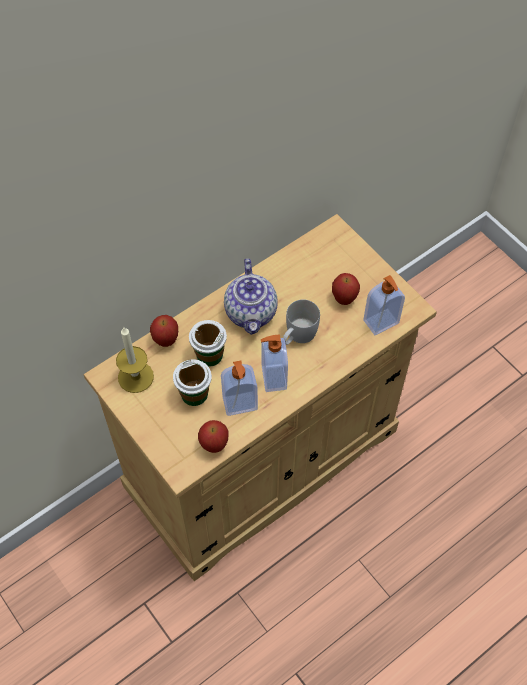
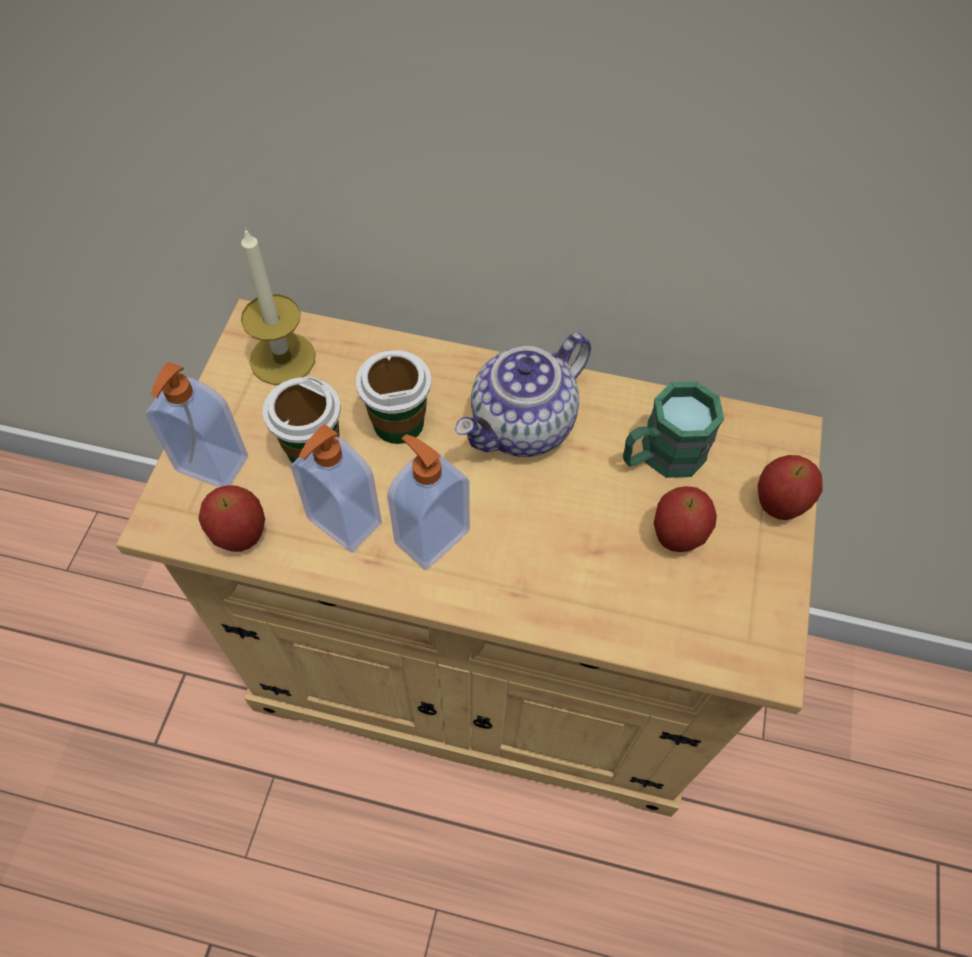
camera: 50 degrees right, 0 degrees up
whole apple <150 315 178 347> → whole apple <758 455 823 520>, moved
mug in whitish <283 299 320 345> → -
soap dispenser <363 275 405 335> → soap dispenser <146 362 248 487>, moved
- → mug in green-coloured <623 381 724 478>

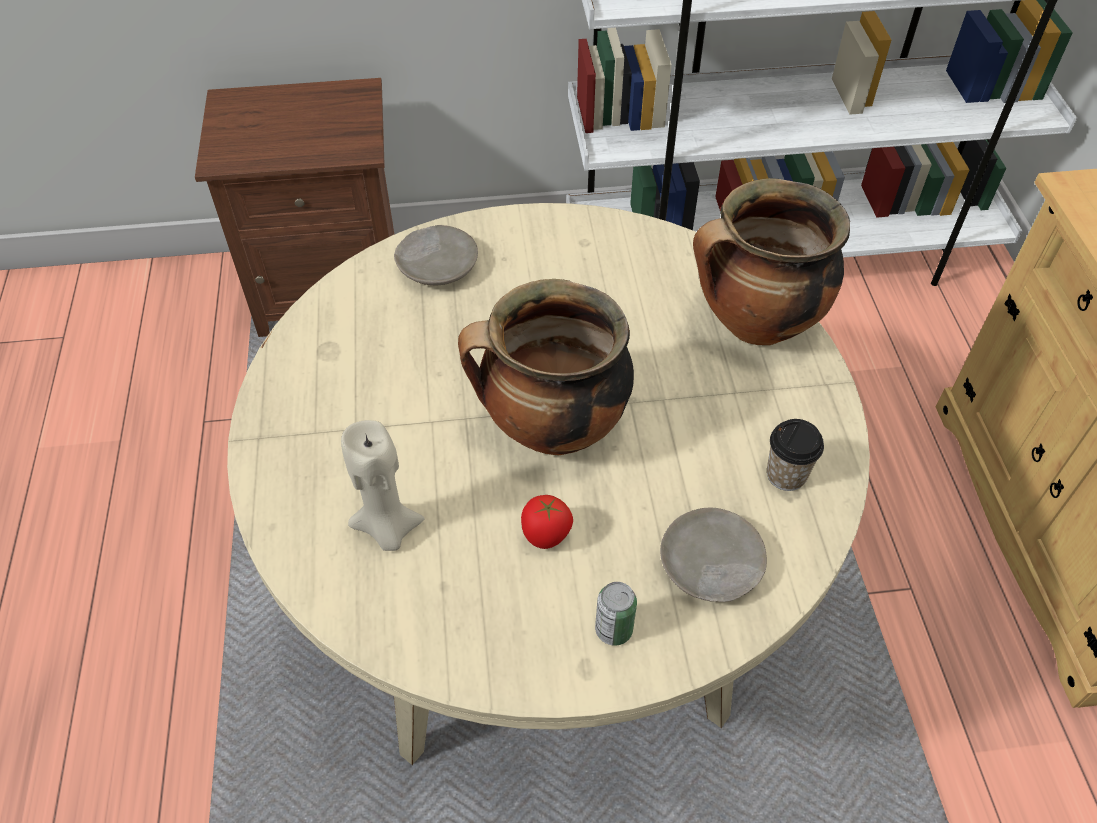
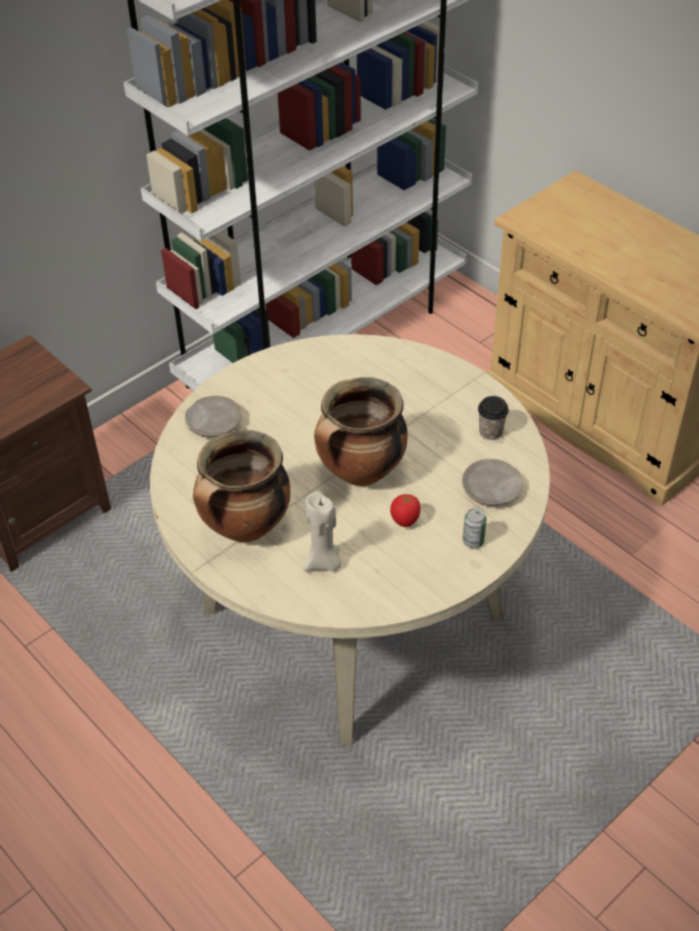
camera: 35 degrees left, 5 degrees down
stockpot <693 178 850 345> → stockpot <193 430 290 542>, moved

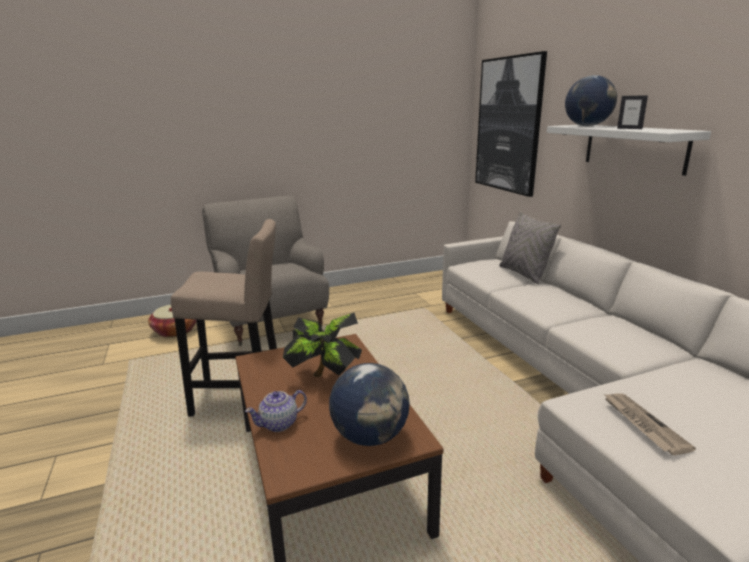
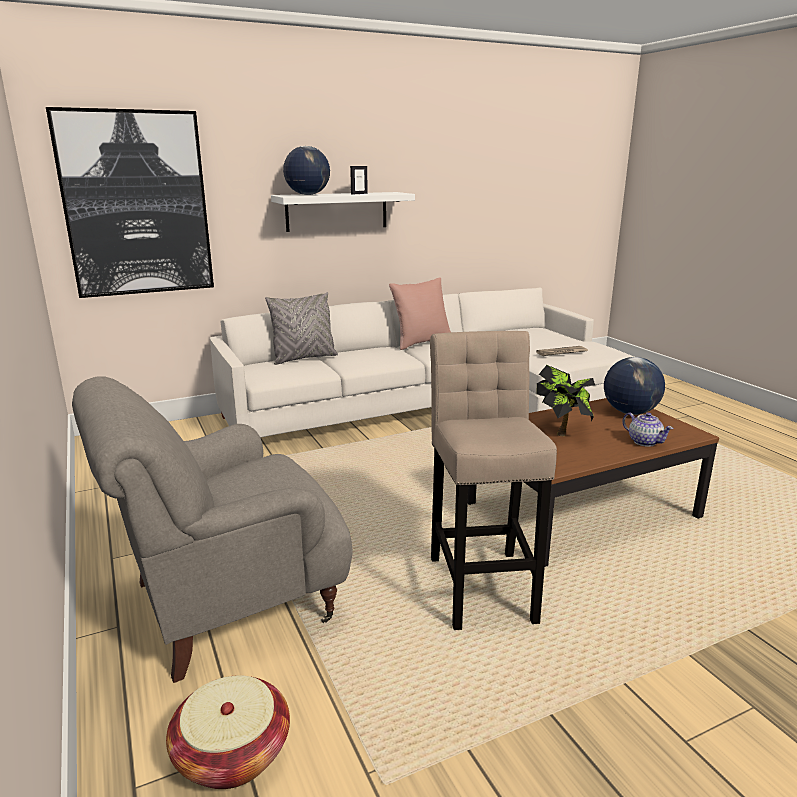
camera: 95 degrees left, 0 degrees up
- → cushion in pinkish <389 278 451 350>

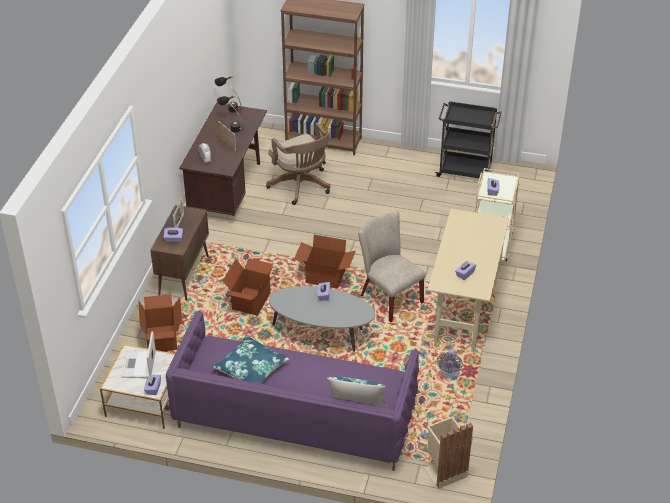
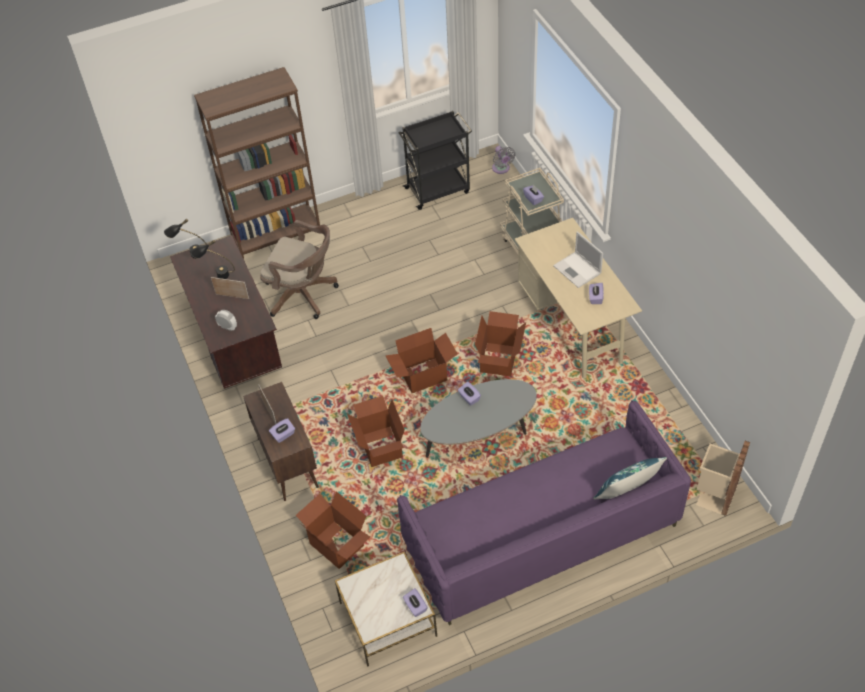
camera: 35 degrees left, 10 degrees up
portable computer <121 331 156 378> → portable computer <553 231 603 288>, moved
cushion in blue <212 335 290 384> → -
chair in beige-coloured <358 211 426 323> → packing box <475 311 526 376>
cooling fan in gray <437 349 463 379> → cooling fan in gray <492 146 515 174>, moved

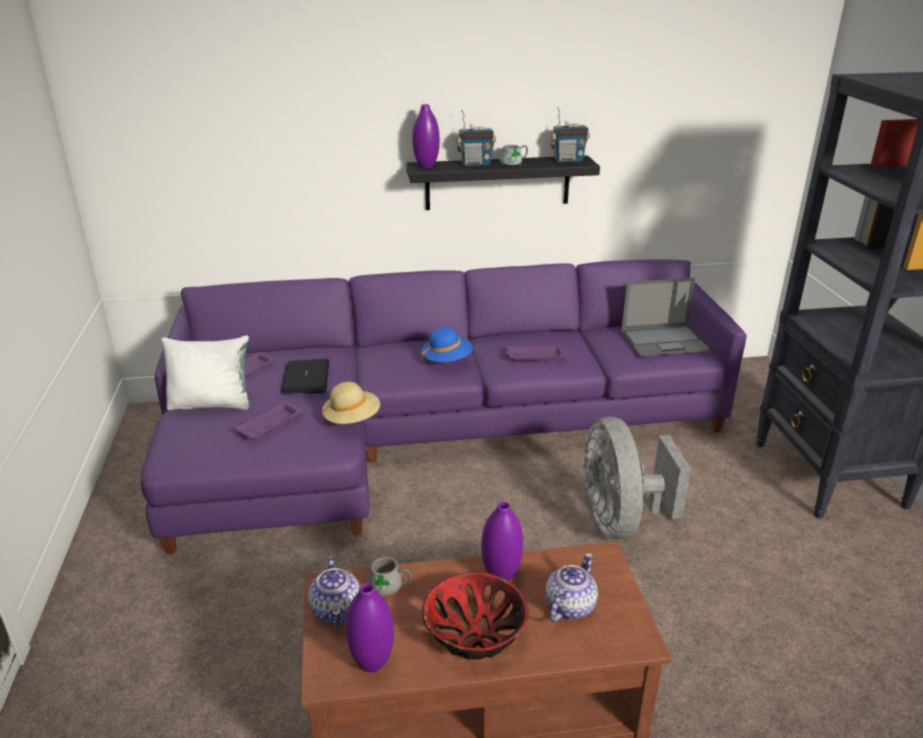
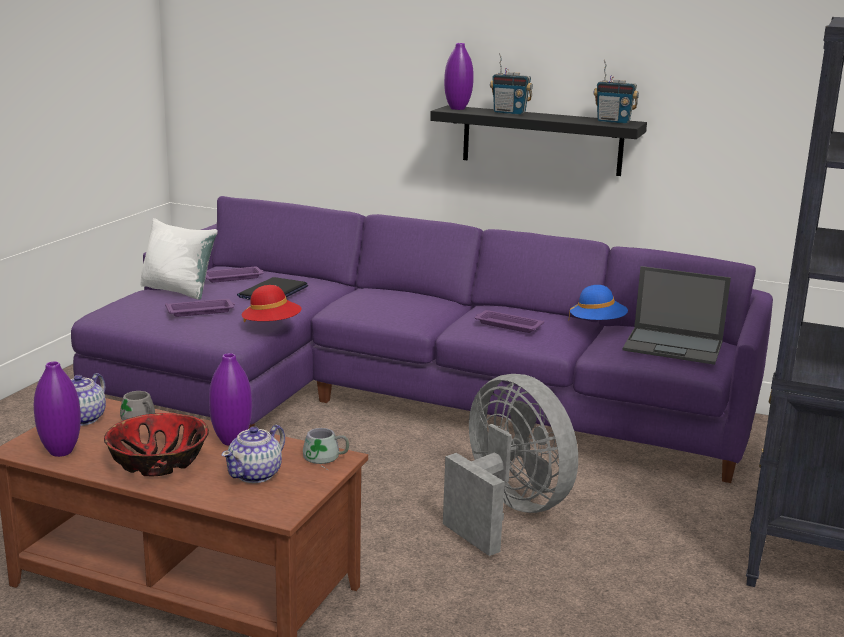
camera: 30 degrees right, 10 degrees down
wearable hat in beige-coloured <322 382 380 424> → wearable hat in red-coloured <242 285 302 323>
wearable hat in blue <421 326 473 362> → wearable hat in blue <568 285 628 321>, moved
mug in gray <500 145 528 166> → mug in gray <303 428 349 469>, moved
pot for tea <545 553 598 622> → pot for tea <222 425 285 483>, 150 degrees clockwise
cooling fan in gray <583 417 691 539> → cooling fan in gray <443 374 578 556>, 120 degrees clockwise

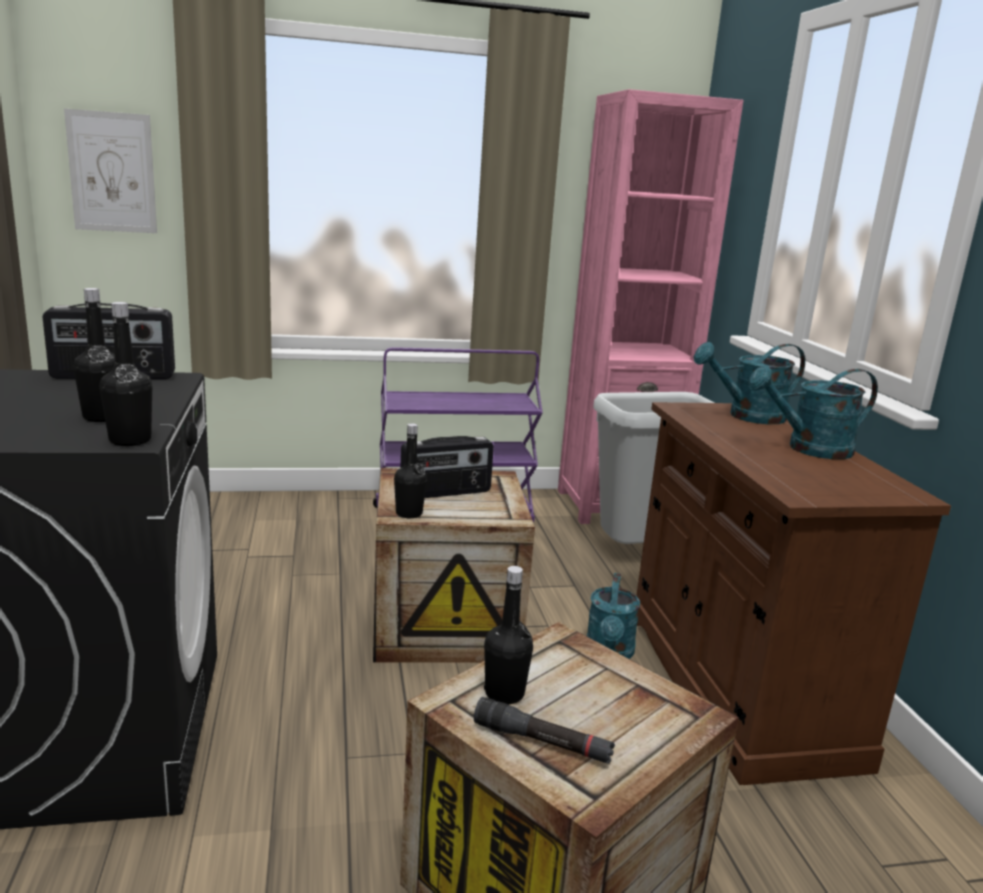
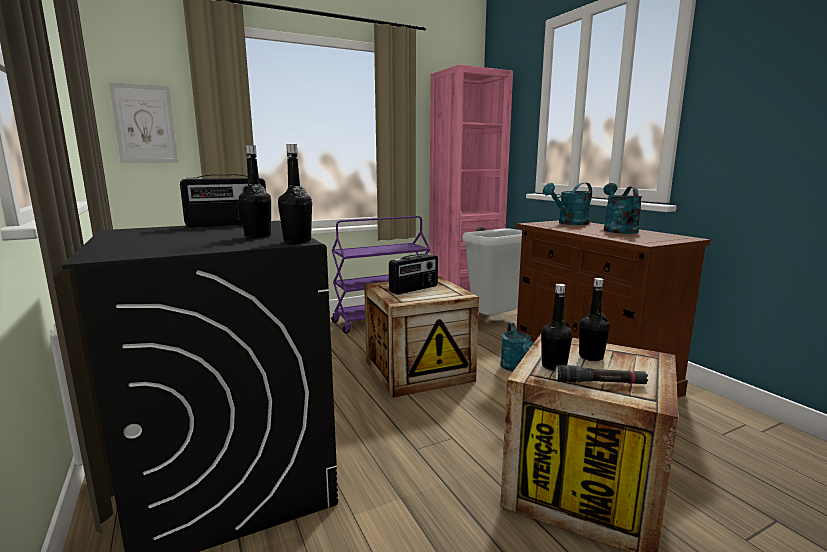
camera: 15 degrees left, 5 degrees down
bottle in blackish <394 423 427 518> → bottle in blackish <579 278 610 361>, moved
sprinkling can in turquoise <748 365 878 459> → sprinkling can in turquoise <603 183 643 234>, 120 degrees clockwise

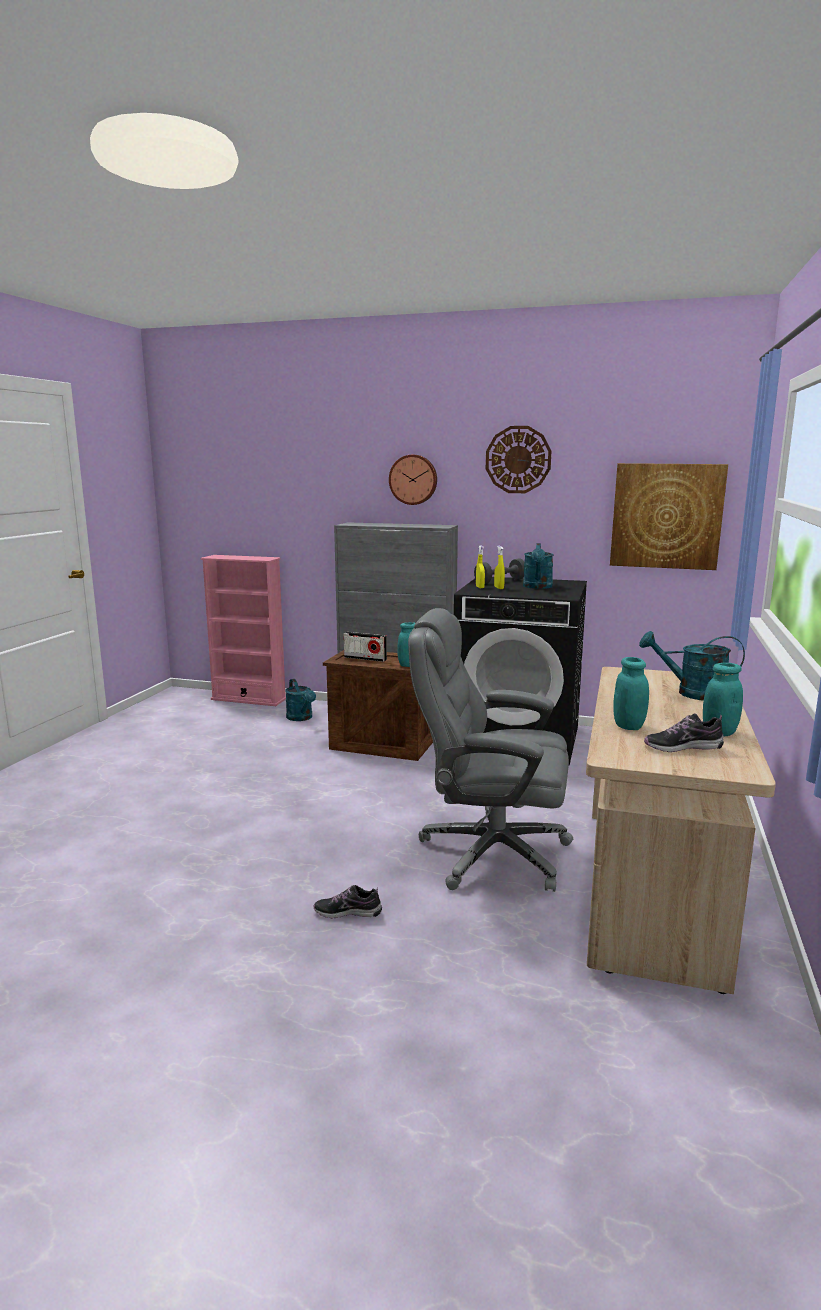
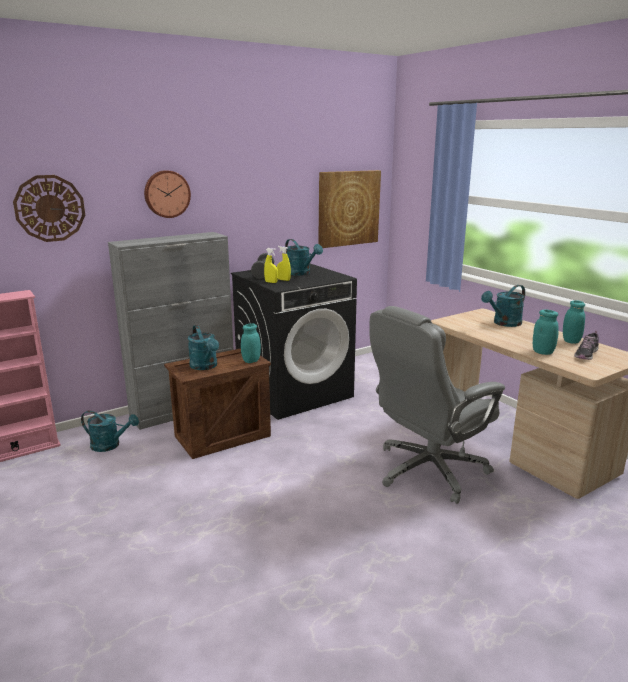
camera: 50 degrees left, 5 degrees up
item of footwear <314 885 382 918> → -
radio set <344 632 387 662> → sprinkling can in turquoise <188 325 219 370>
wall clock <486 426 551 493> → wall clock <13 175 85 242>, moved

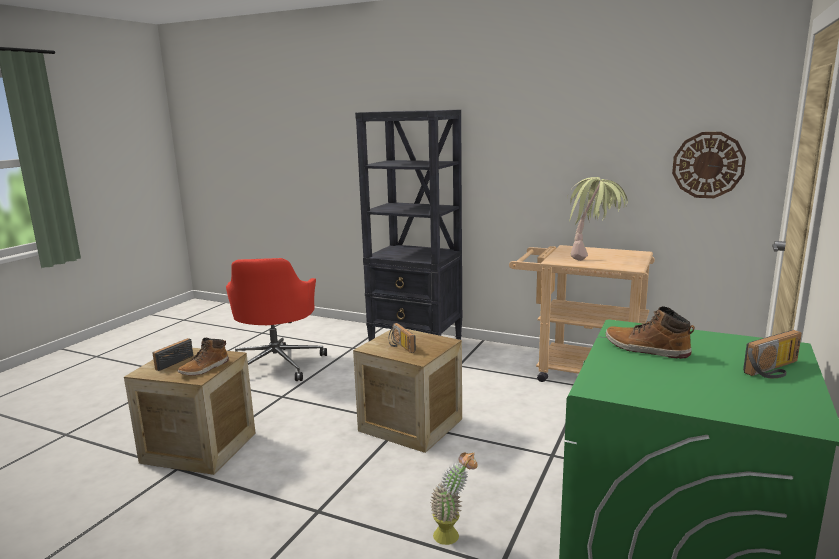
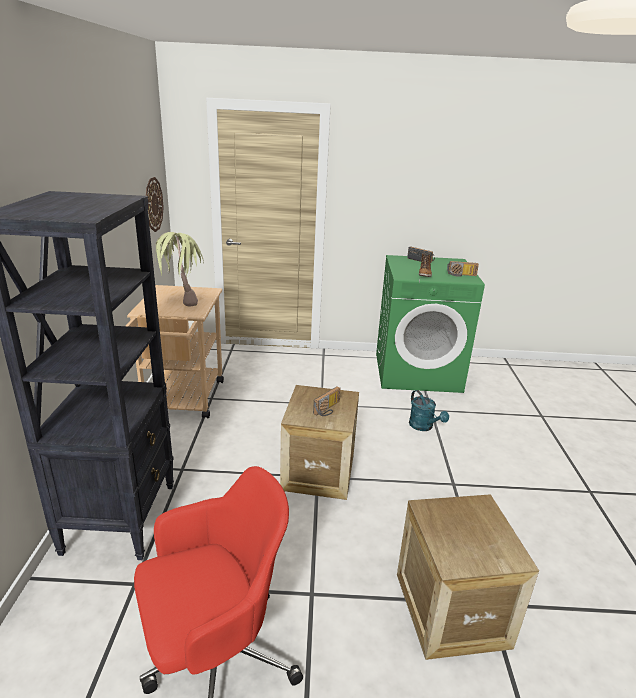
camera: 115 degrees left, 10 degrees up
radio set <153 338 193 371> → radio set <447 261 479 277>, moved
boot <178 338 229 376> → -
plant in a pot <430 452 477 545> → sprinkling can in turquoise <409 390 449 431>

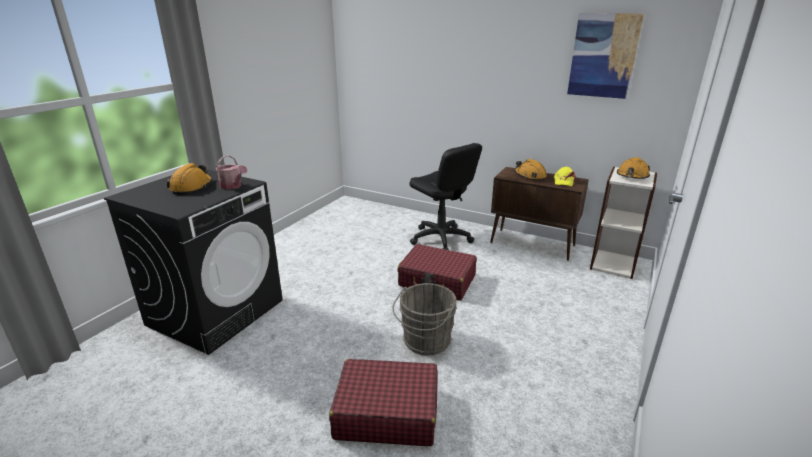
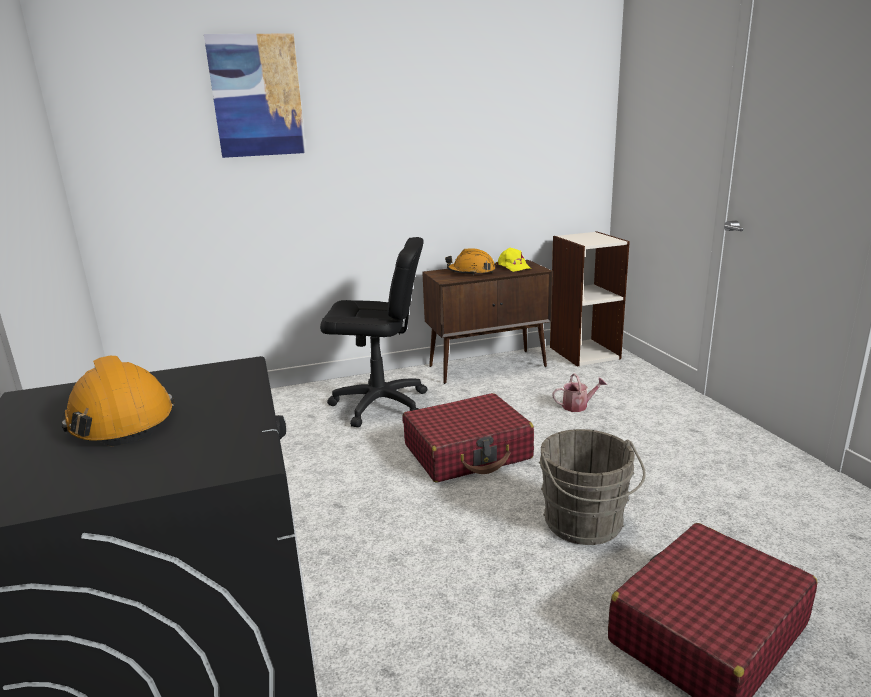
camera: 45 degrees left, 5 degrees down
sprinkling can <215 155 248 189> → sprinkling can <552 373 607 412>, moved
wall art <567 13 644 99> → wall art <204 33 306 158>, moved
hard hat in orangey <617 157 650 179> → -

